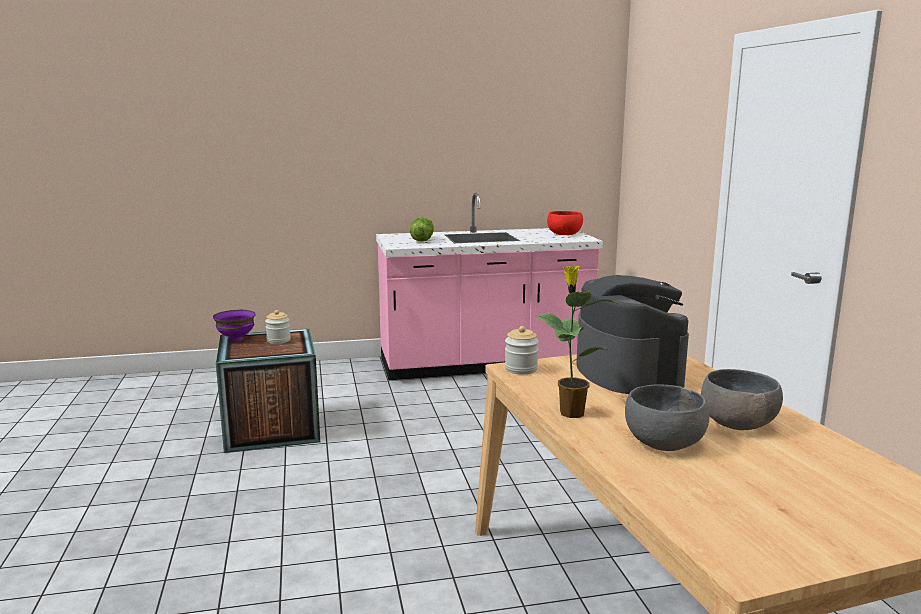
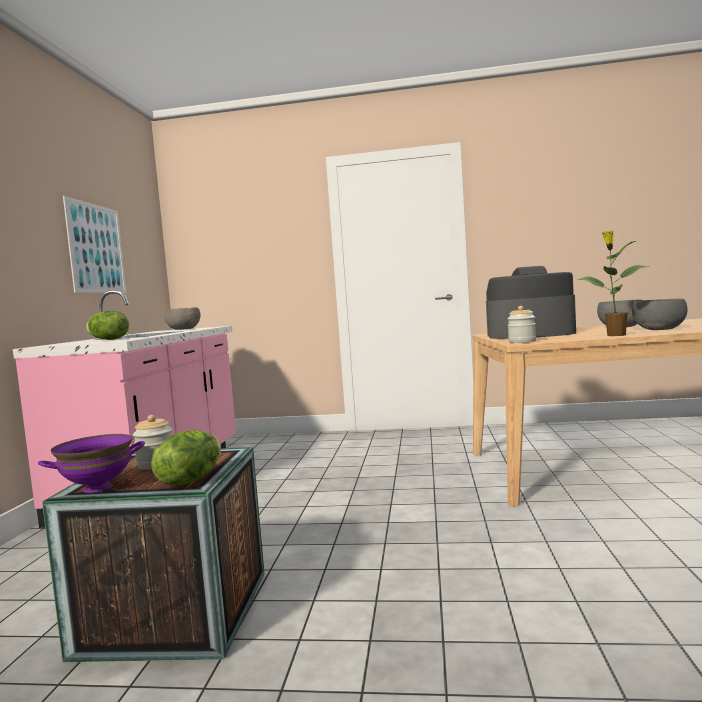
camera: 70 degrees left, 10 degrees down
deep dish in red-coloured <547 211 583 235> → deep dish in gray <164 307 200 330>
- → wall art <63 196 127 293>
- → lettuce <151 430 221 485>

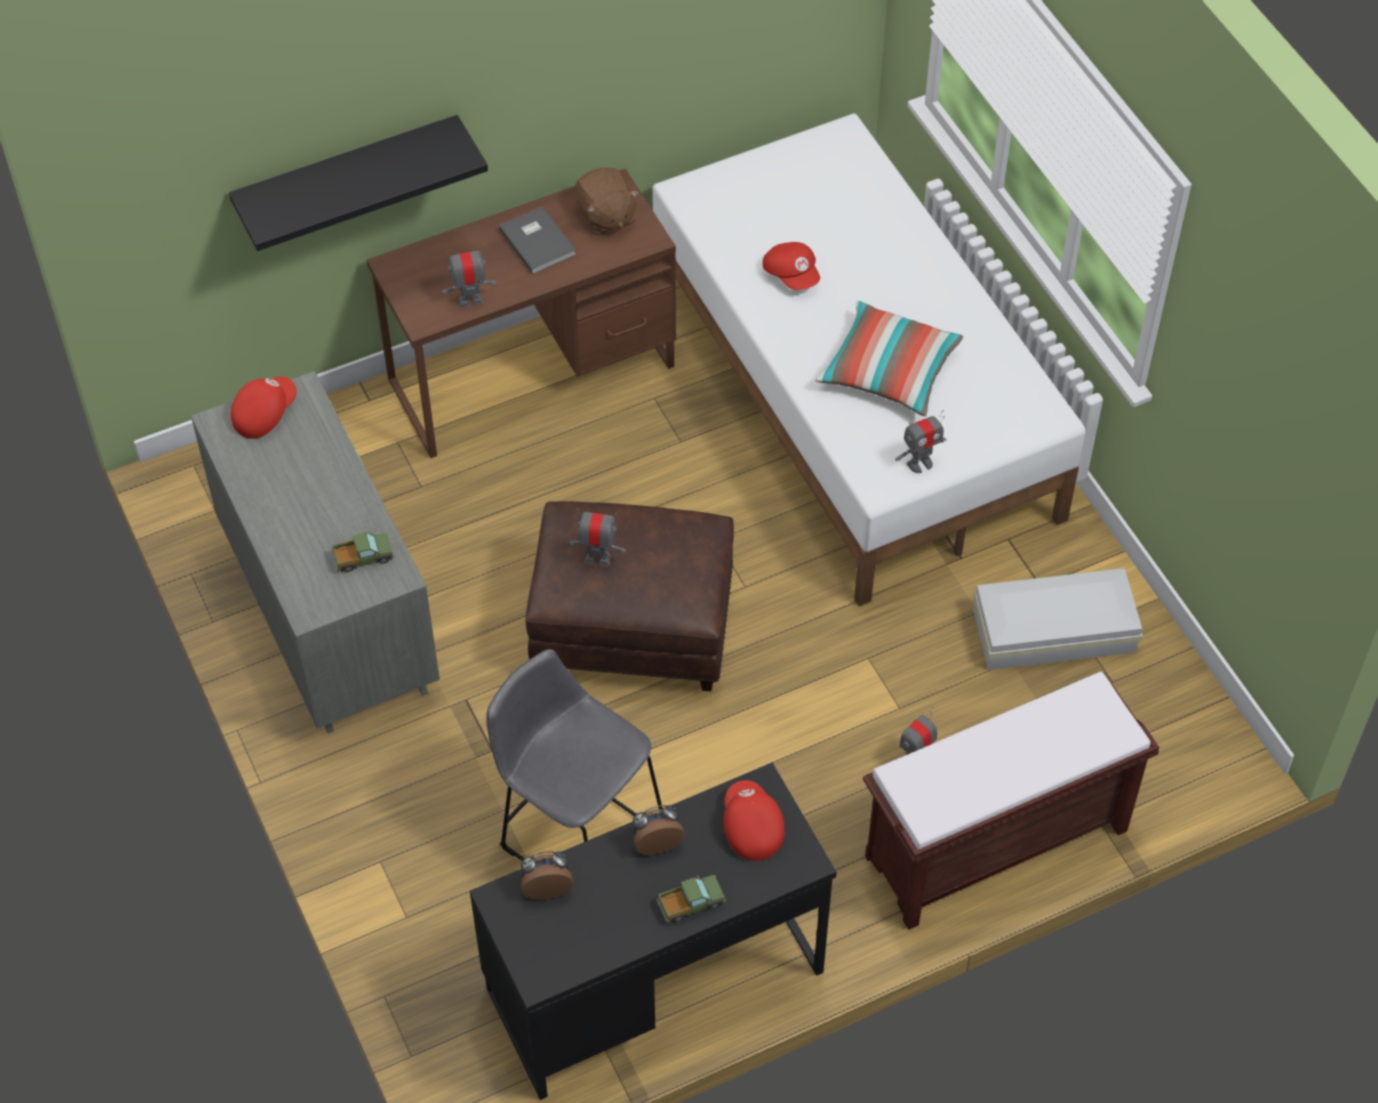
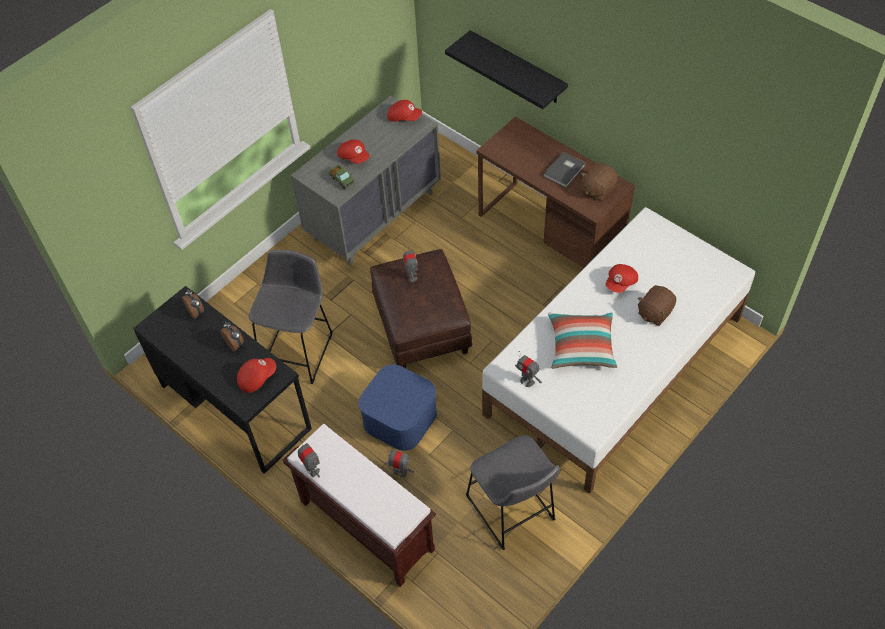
camera: 70 degrees right, 0 degrees up
toy robot <442 245 497 308> → toy robot <298 439 320 478>, moved
model truck <657 875 726 923> → -
storage bin in whitish <973 568 1143 670> → stool in gray <466 435 560 550>
- → baseball cap in red-coloured <337 139 369 164>
- → storage bin in blue <359 364 437 451>
- → plush toy in brown-coloured <638 285 676 326>

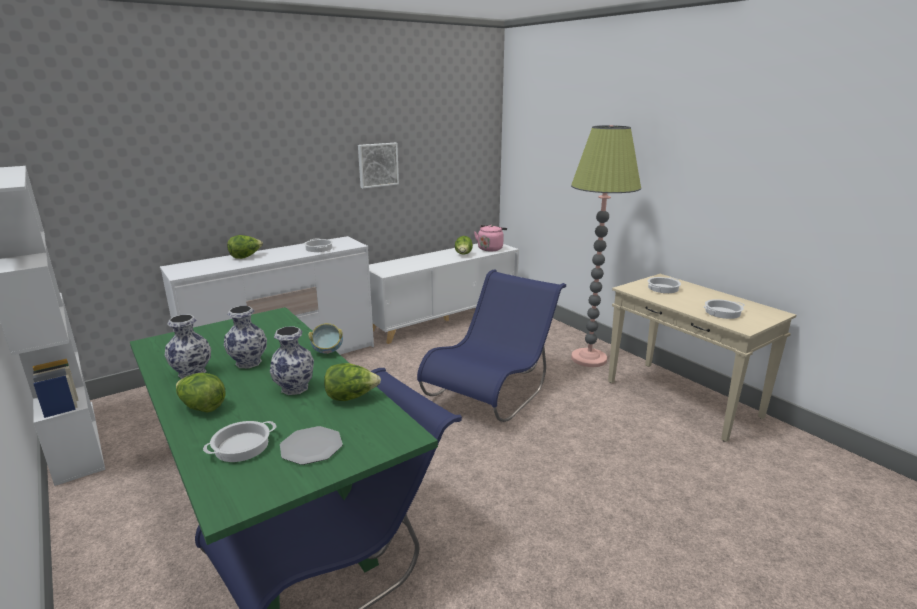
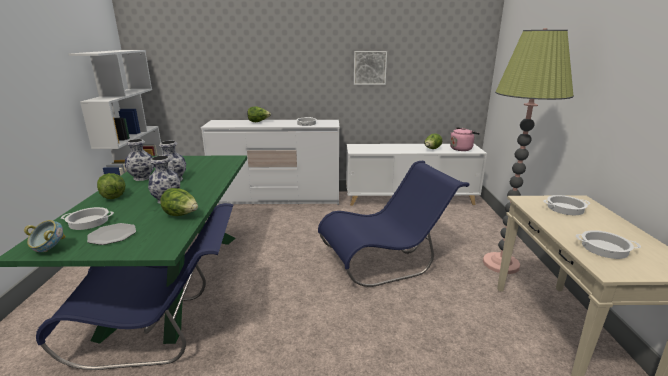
camera: 35 degrees right, 0 degrees up
deep dish <308 323 343 354> → deep dish <24 220 66 252>, moved

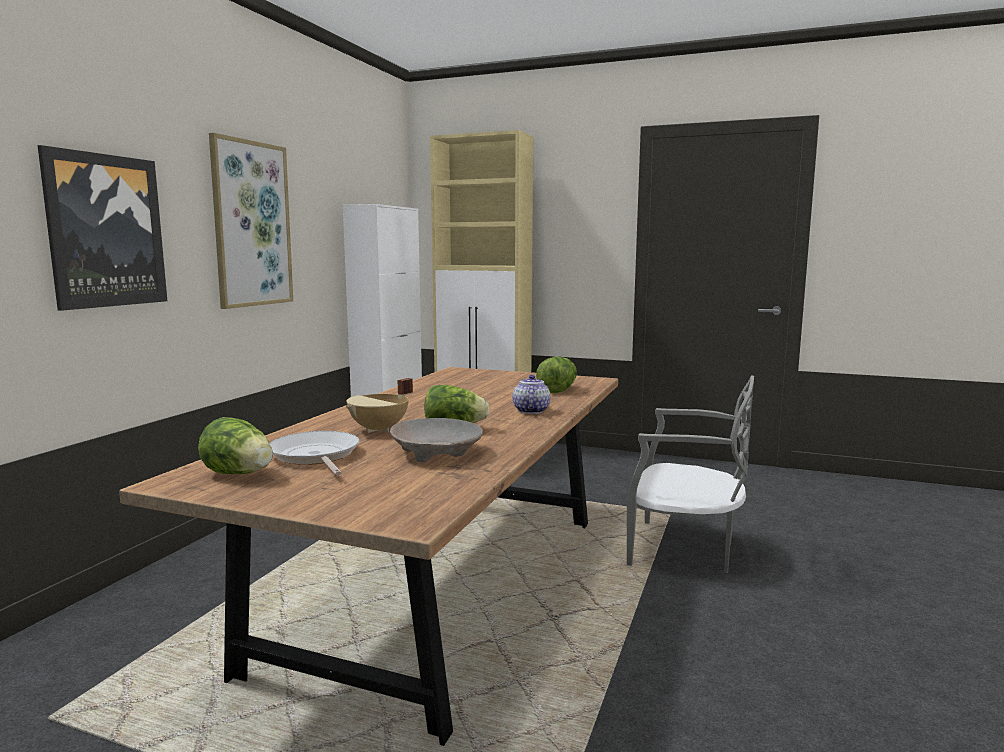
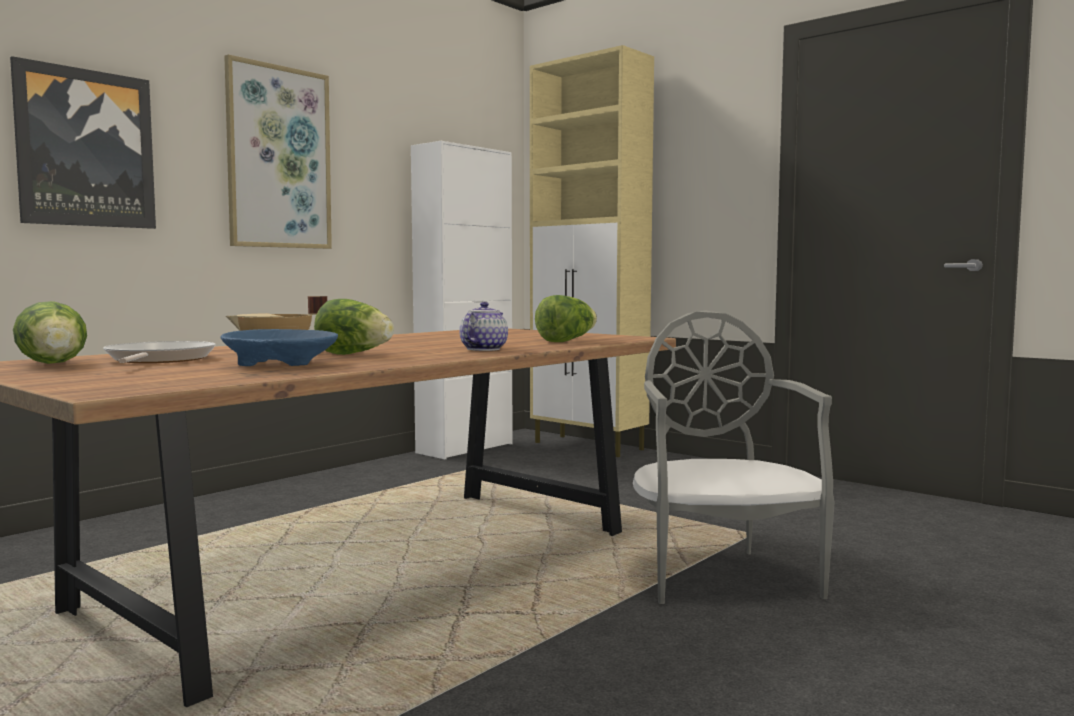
camera: 20 degrees right, 5 degrees down
deep dish in beige-coloured <390 418 483 462> → deep dish in blue <220 329 338 366>
chair in gray <627 375 754 573> → chair in gray <633 311 835 604>, 135 degrees counterclockwise

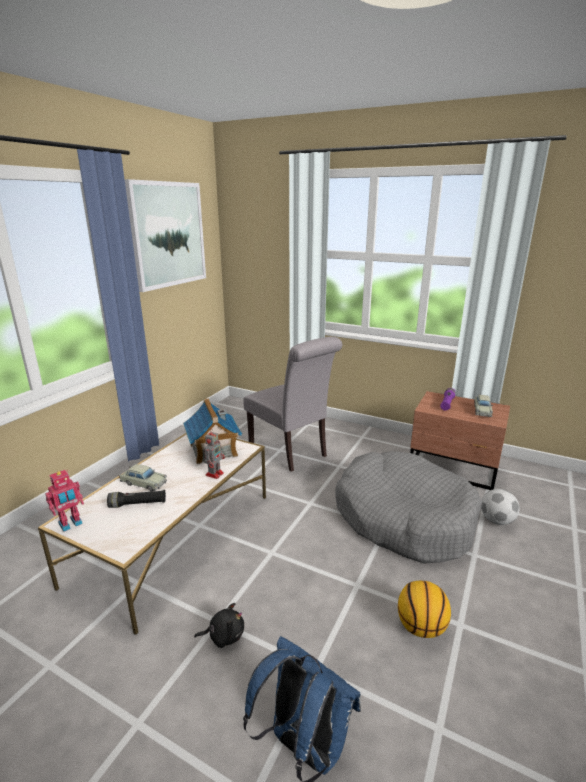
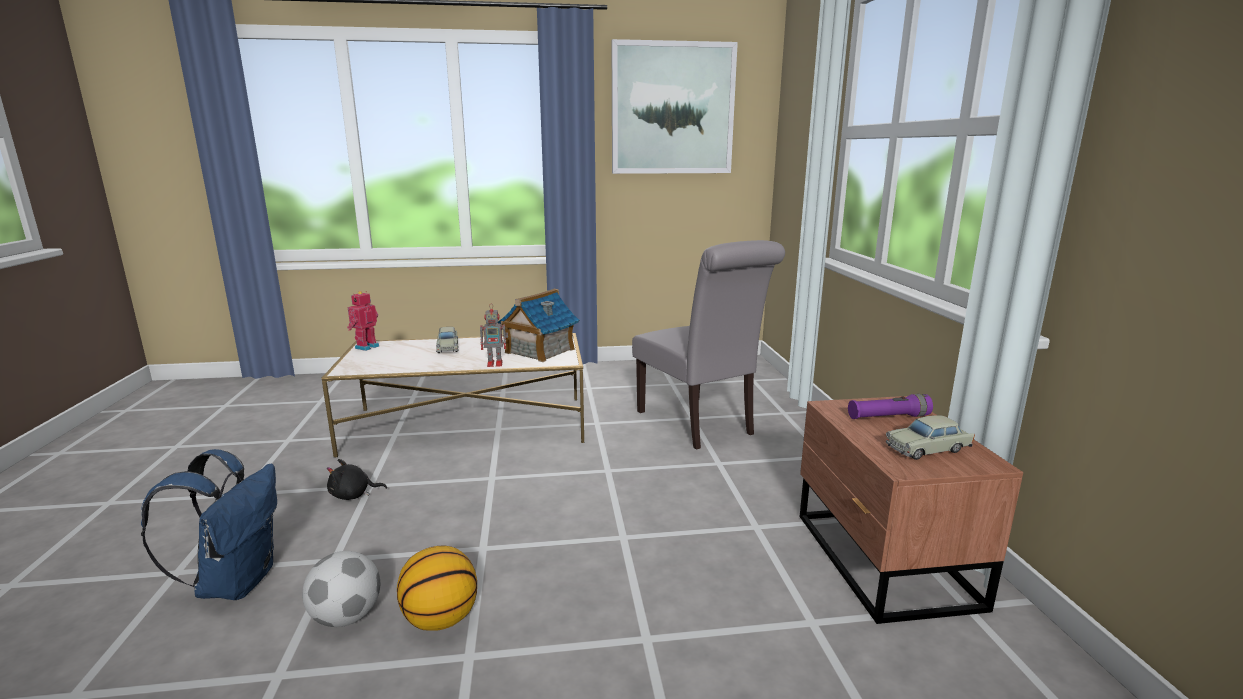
camera: 55 degrees right, 5 degrees down
toy robot <46 470 84 532> → toy robot <347 291 379 351>, 105 degrees clockwise
flashlight in blackish <107 490 166 508> → -
plush toy in blackish <194 603 244 648> → plush toy in blackish <327 459 387 500>, 120 degrees clockwise
chair in gray <243 337 342 472> → chair in gray <632 240 785 450>, 45 degrees counterclockwise
pet bed in gray <335 451 482 563> → -
ball for football <481 489 520 525> → ball for football <302 551 380 627>, moved

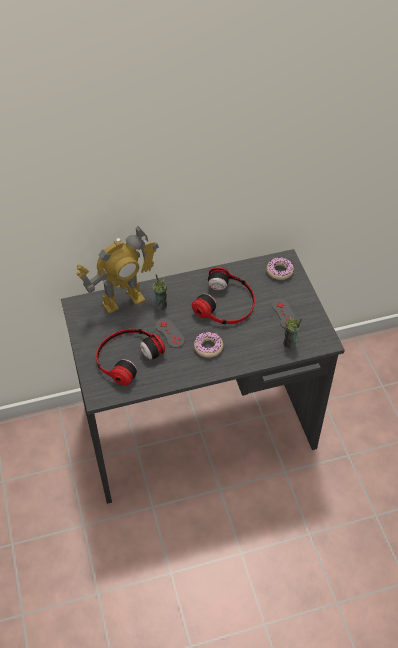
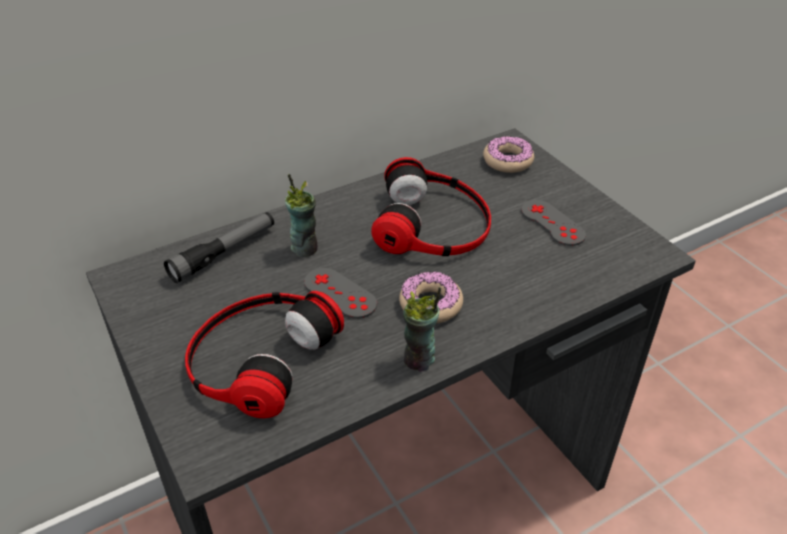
camera: 15 degrees left, 10 degrees down
toy robot <76 226 159 313> → flashlight <164 212 274 283>
cup <283 317 302 349> → cup <403 287 441 372>, moved

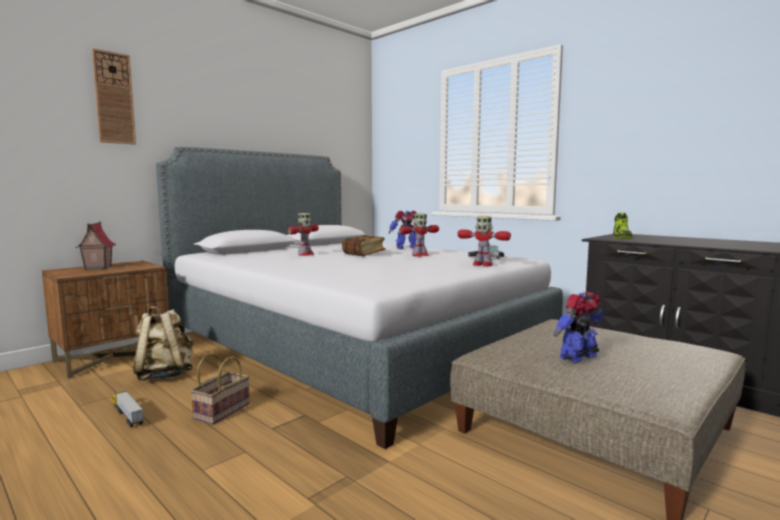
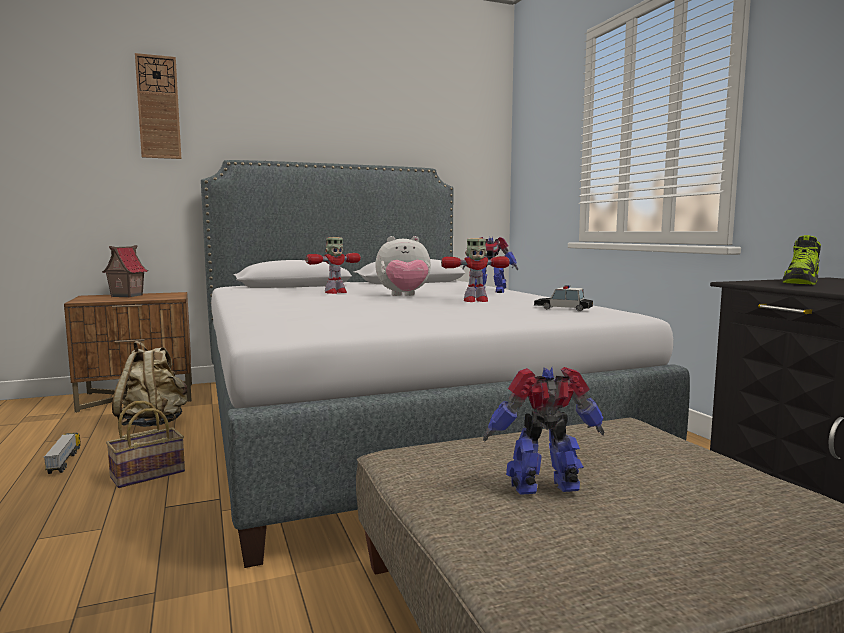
camera: 25 degrees right, 0 degrees up
volume <342 235 386 256> → plush toy <375 236 431 296>
toy robot <457 216 511 267> → -

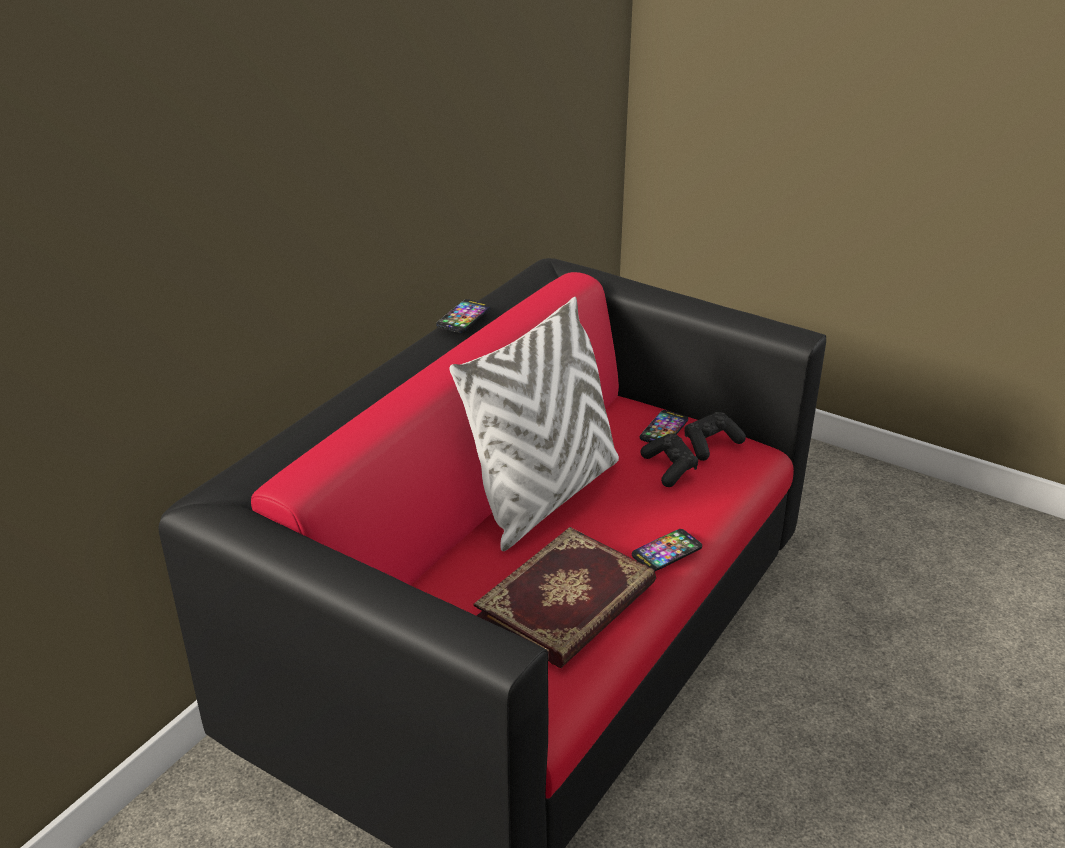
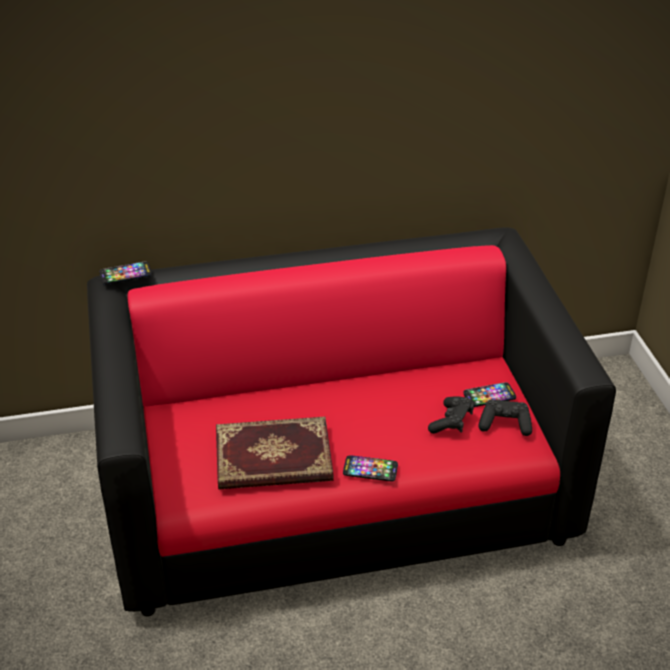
camera: 45 degrees right, 5 degrees up
handset <436 299 490 333> → handset <100 261 152 285>, moved
cushion in whitish <449 297 619 551> → -

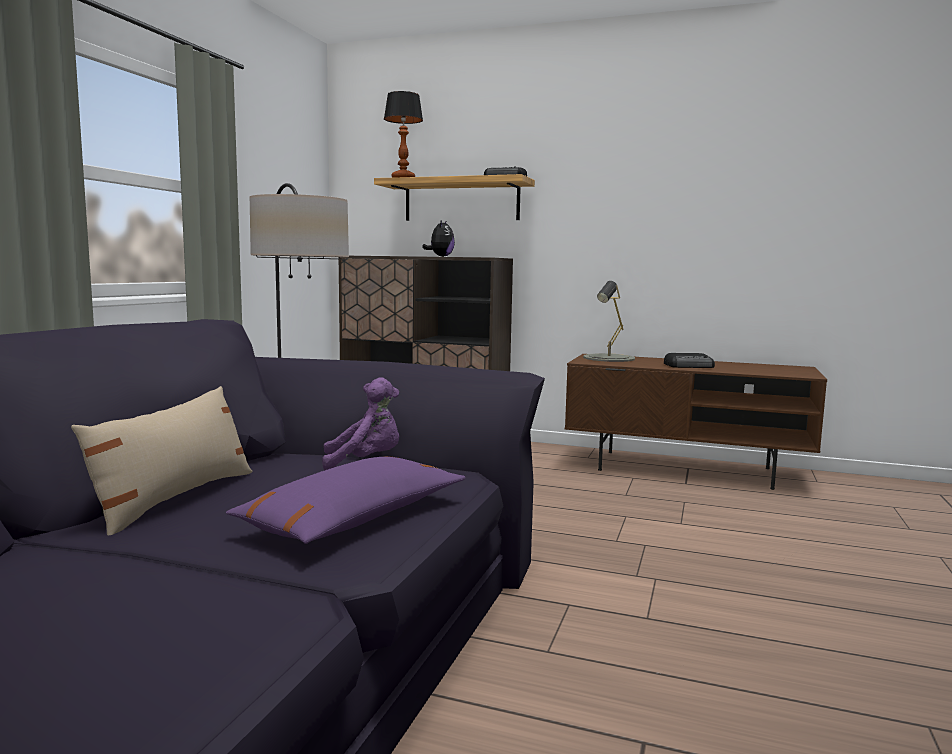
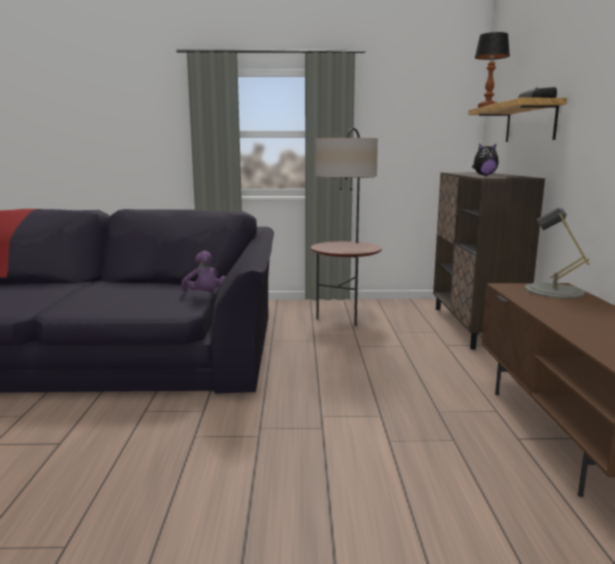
camera: 70 degrees right, 5 degrees up
cushion in beige-coloured <71 386 252 536> → -
cushion in purplish <226 456 465 544> → -
radio set <664 353 715 368> → -

